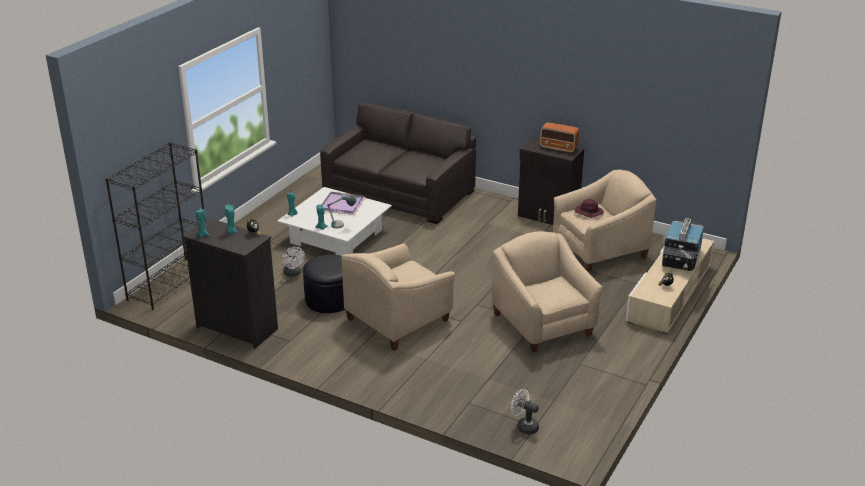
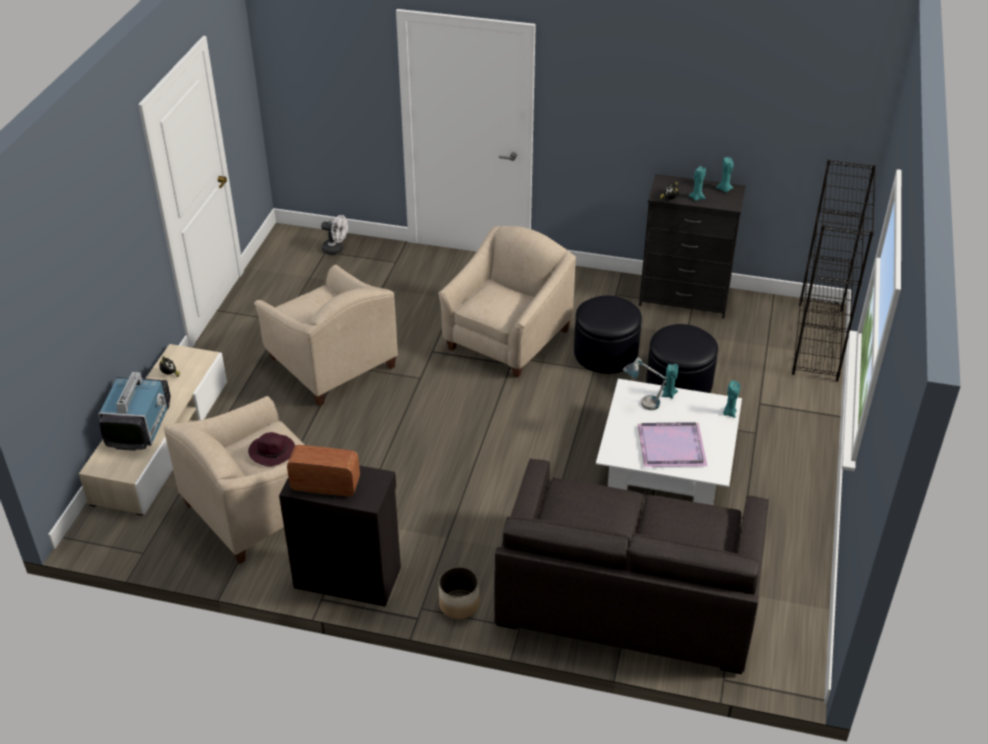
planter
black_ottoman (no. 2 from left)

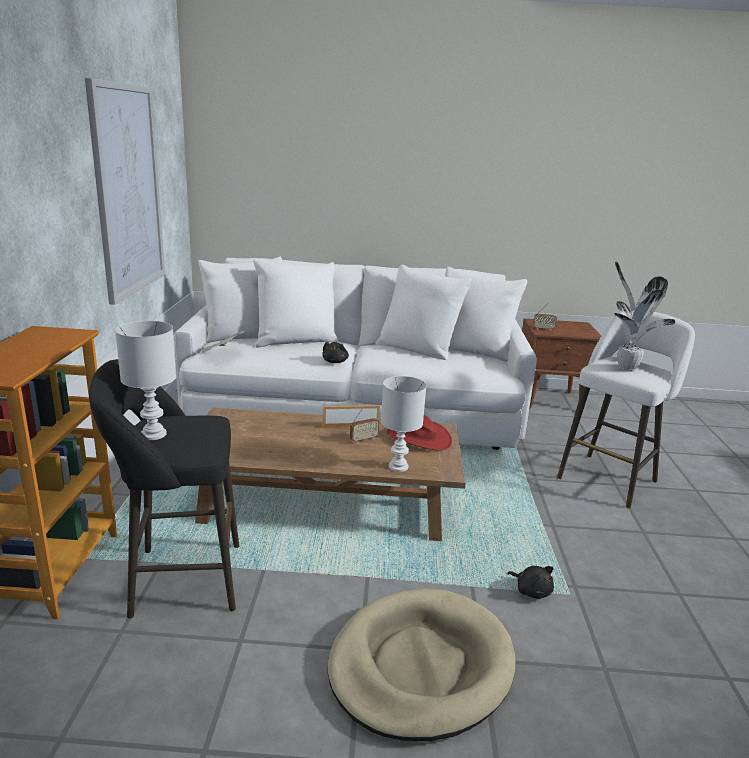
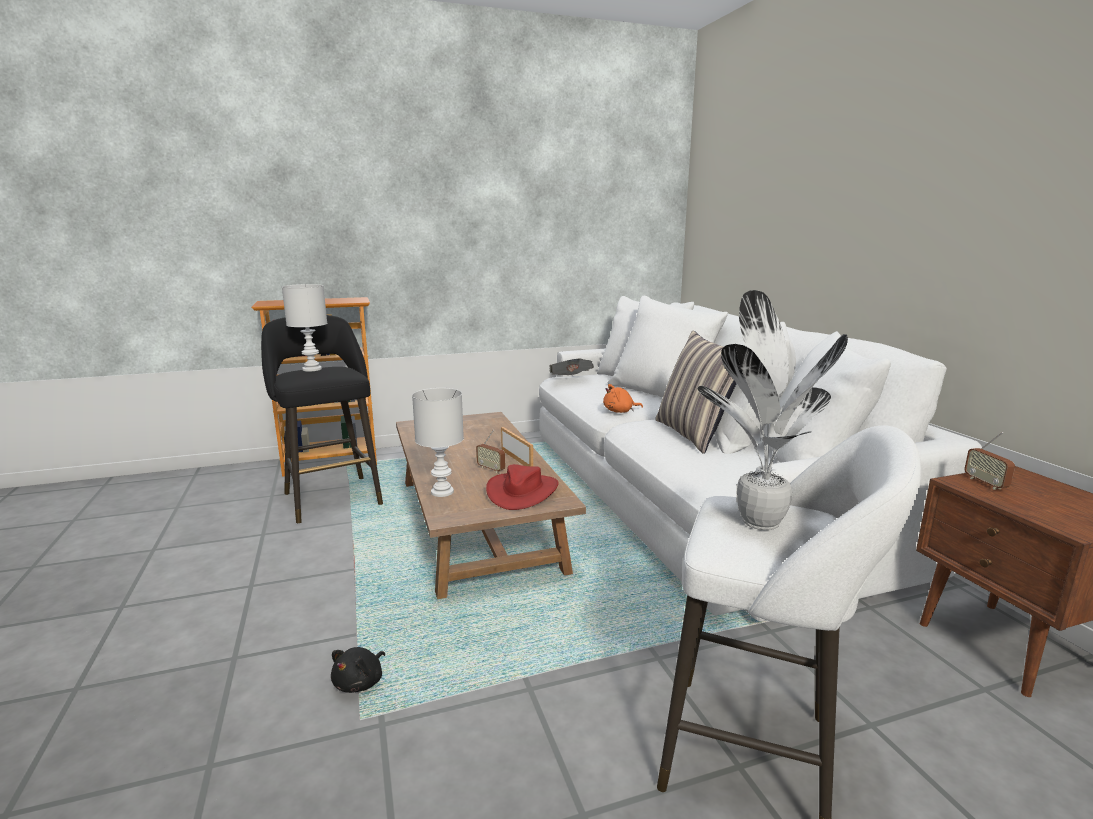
orange_plush_toy
pillow
picture
beige_dog_bed

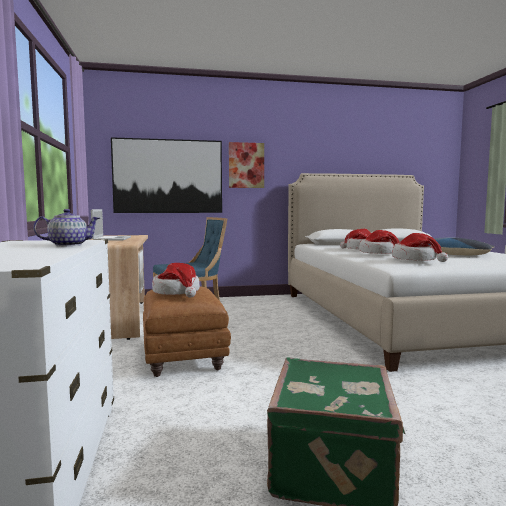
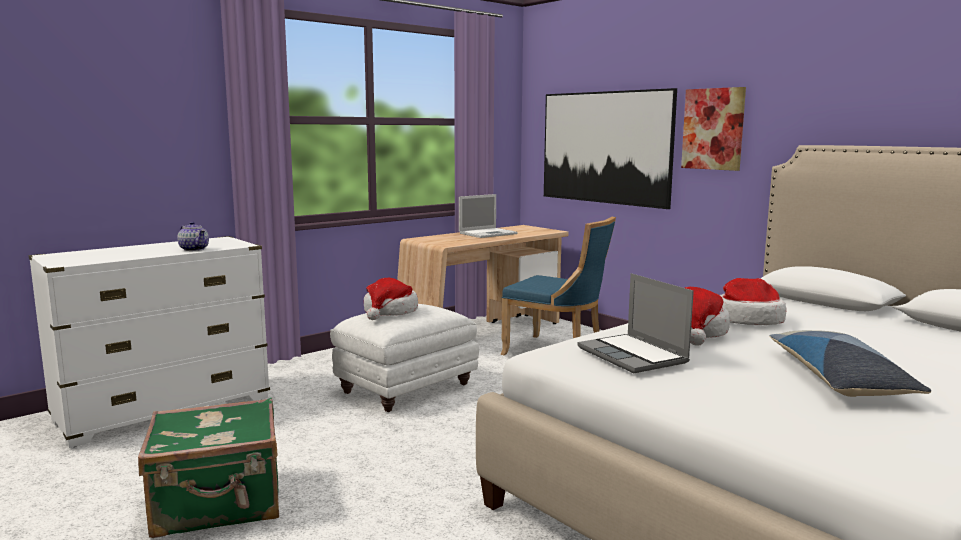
white_ottoman
laptop (no. 2 from left)

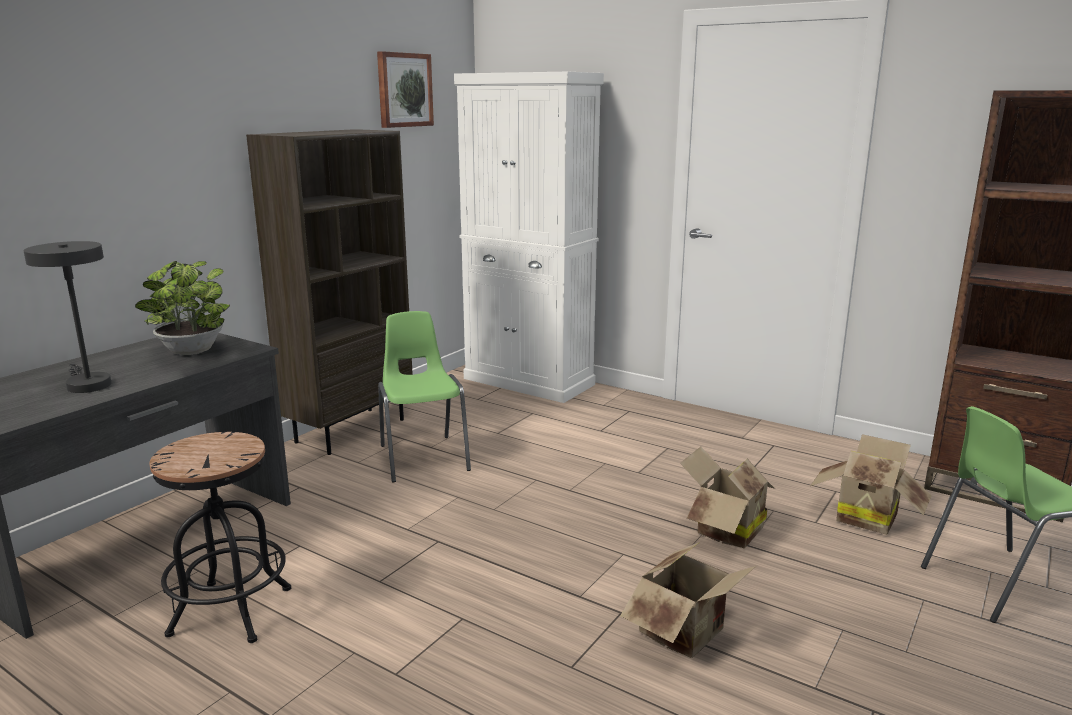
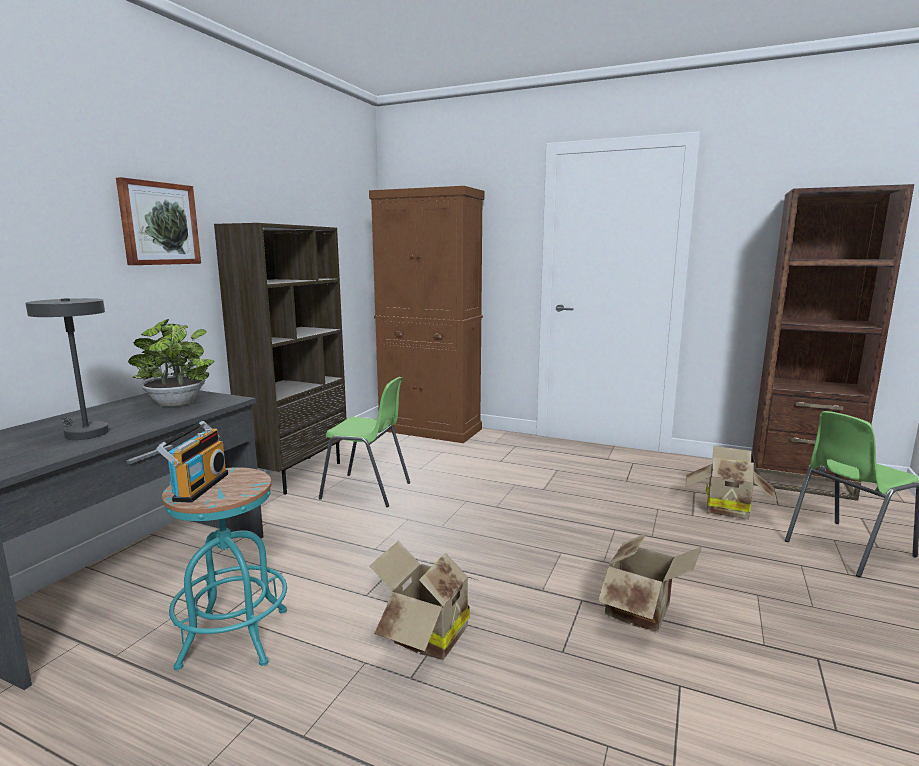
picture
radio
turquoise_stool
green_chair (no. 1 from left)
brown_cabinet
cardboard_box (no. 1 from left)

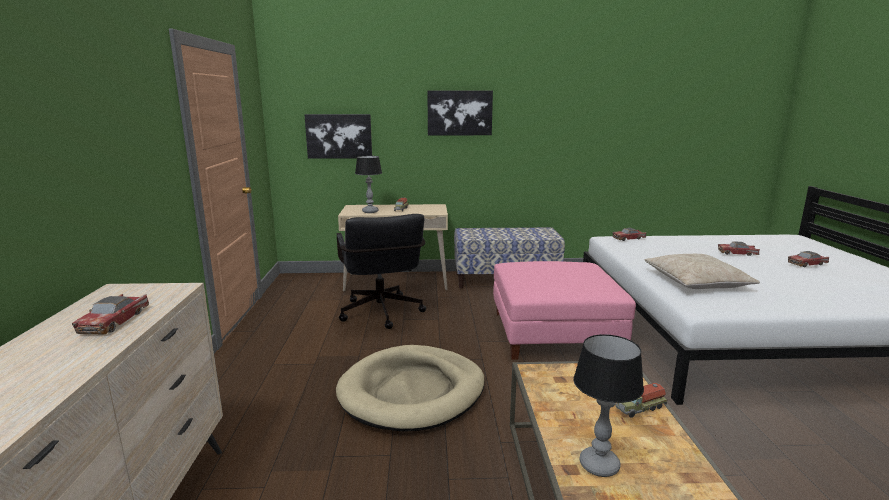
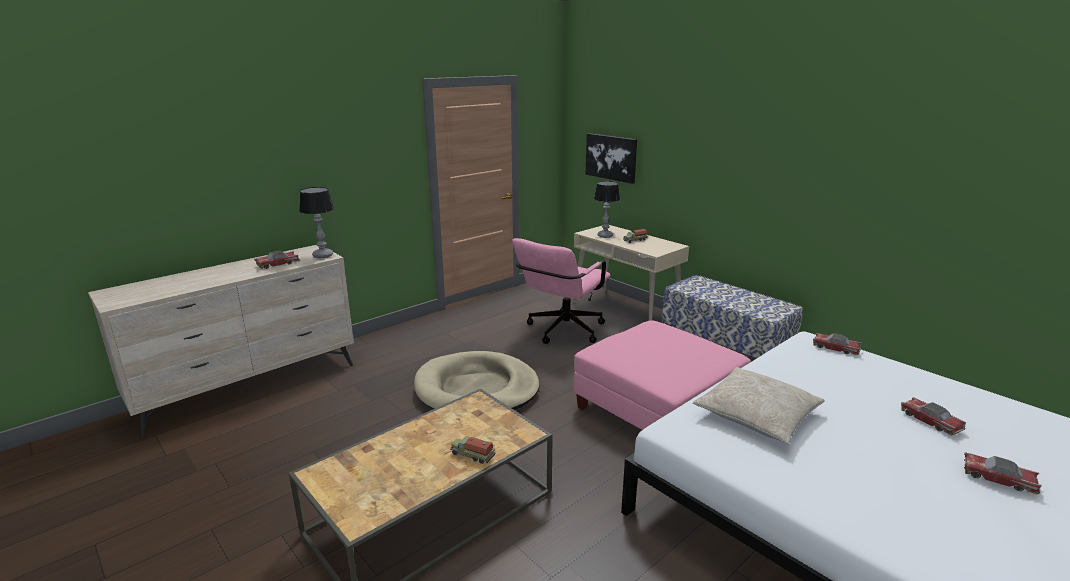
table_lamp (no. 1 from left)
pink_office_chair
picture (no. 2 from left in the first image)

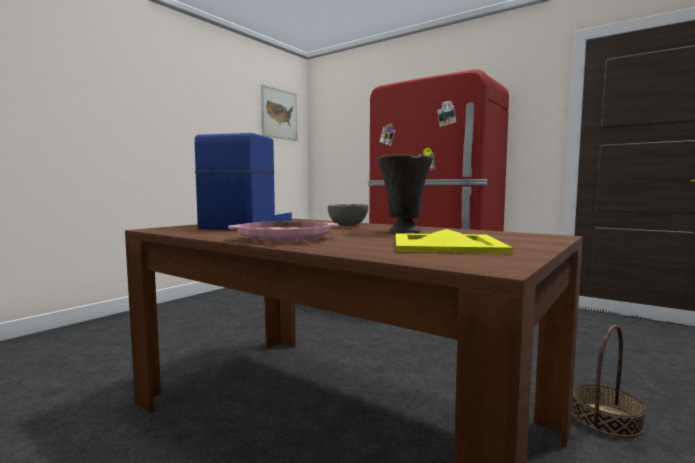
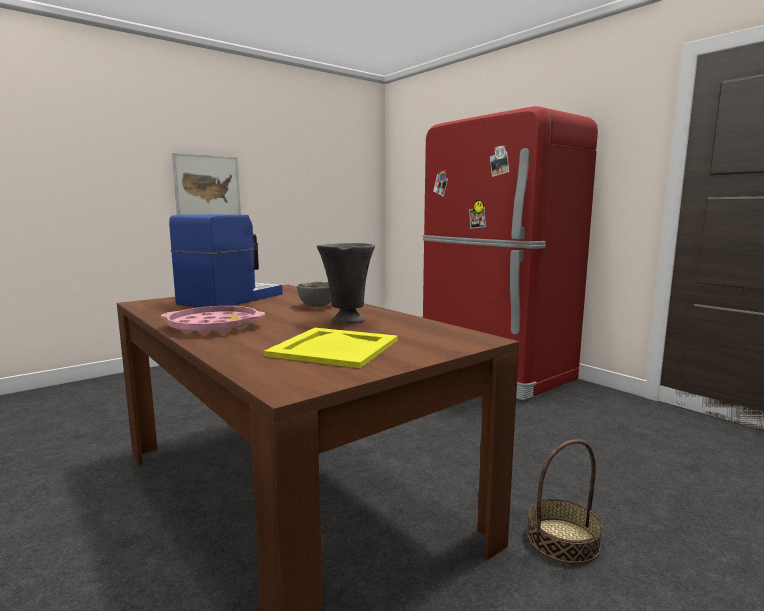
picture

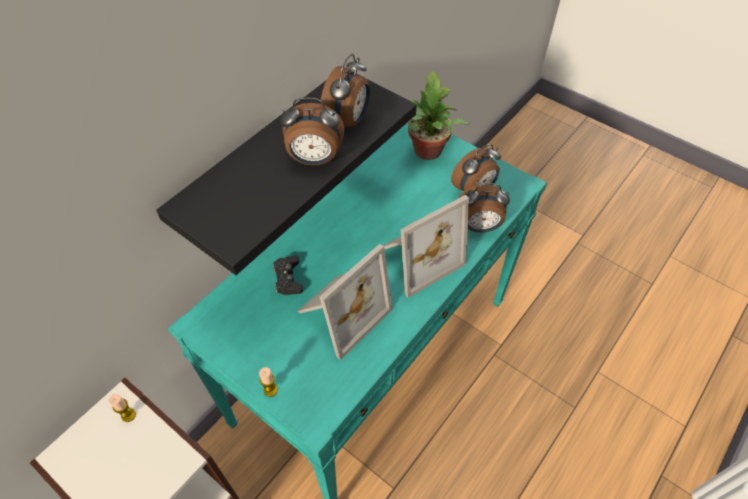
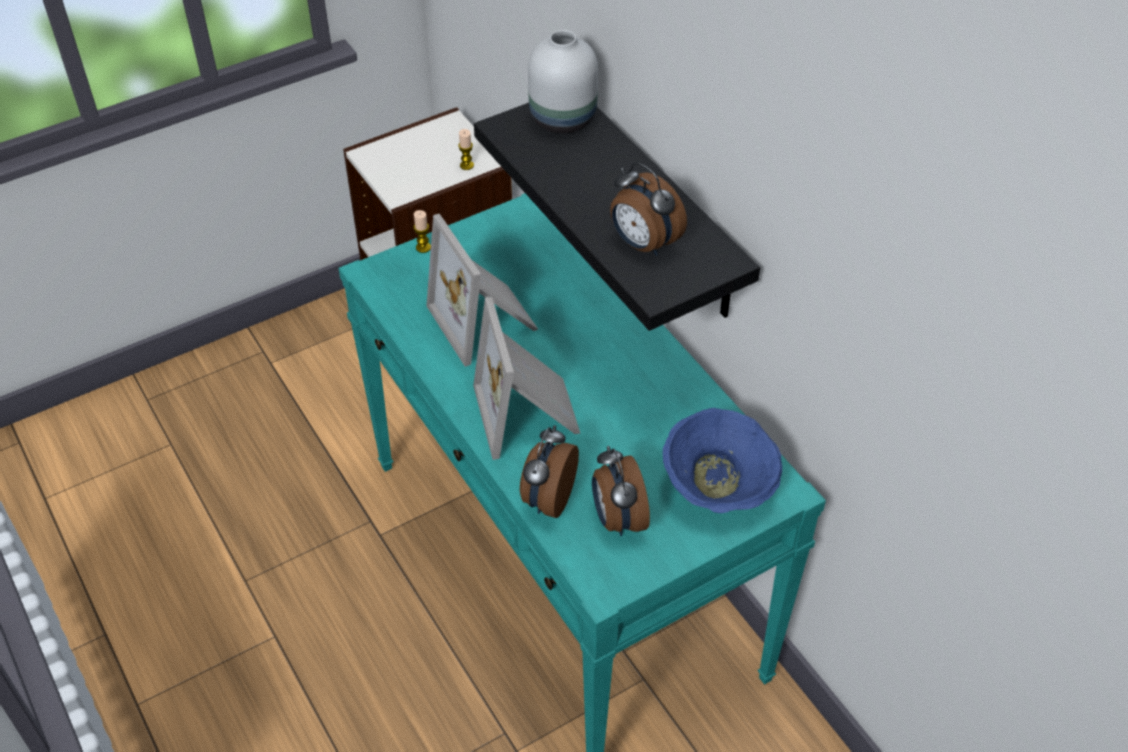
white_vase
blue_bowl
black_game_controller
alarm_clock (no. 1 from left in the first image)

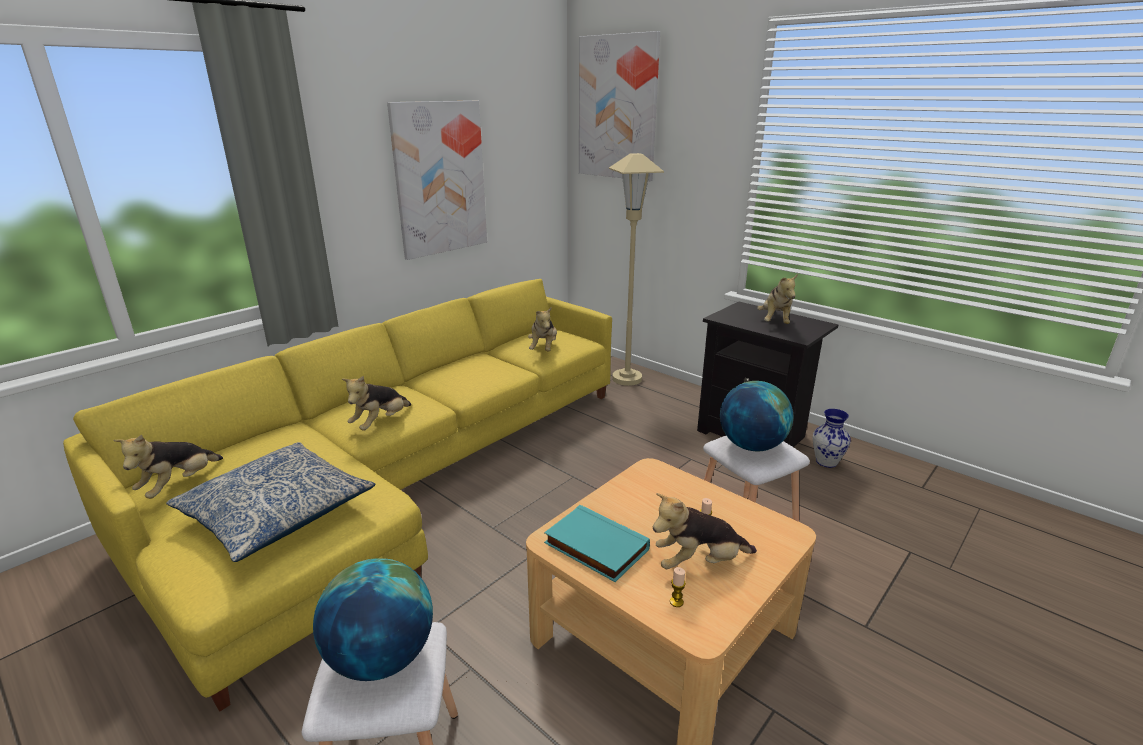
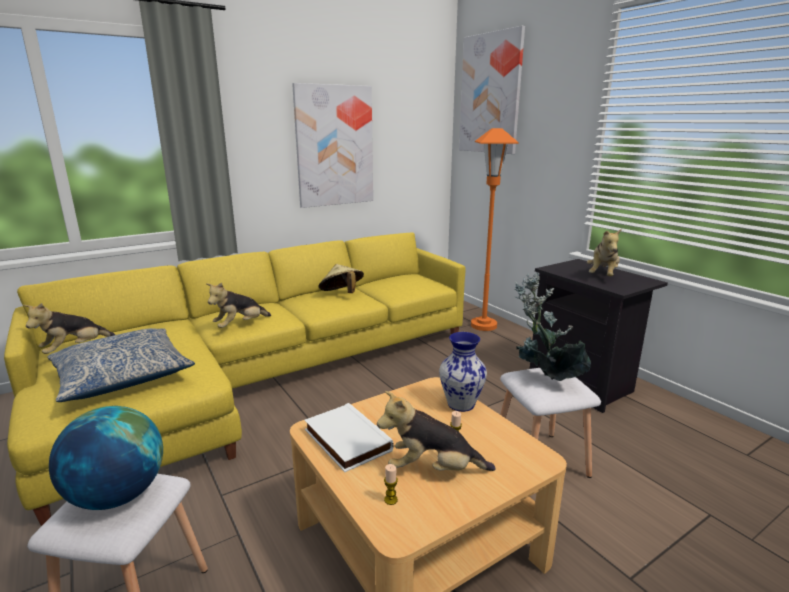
white_book
beige_hat
vase
orange_floor_lamp
potted_plant
plush_toy (no. 3 from left in the first image)

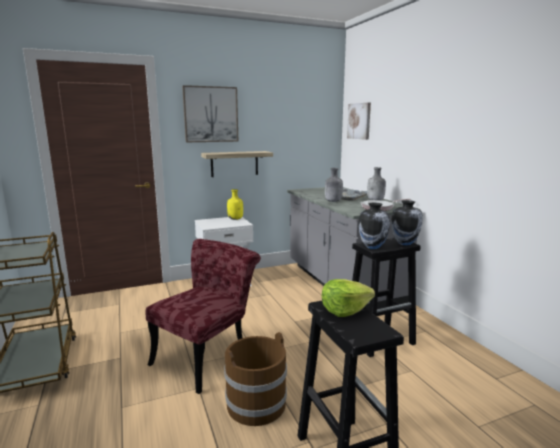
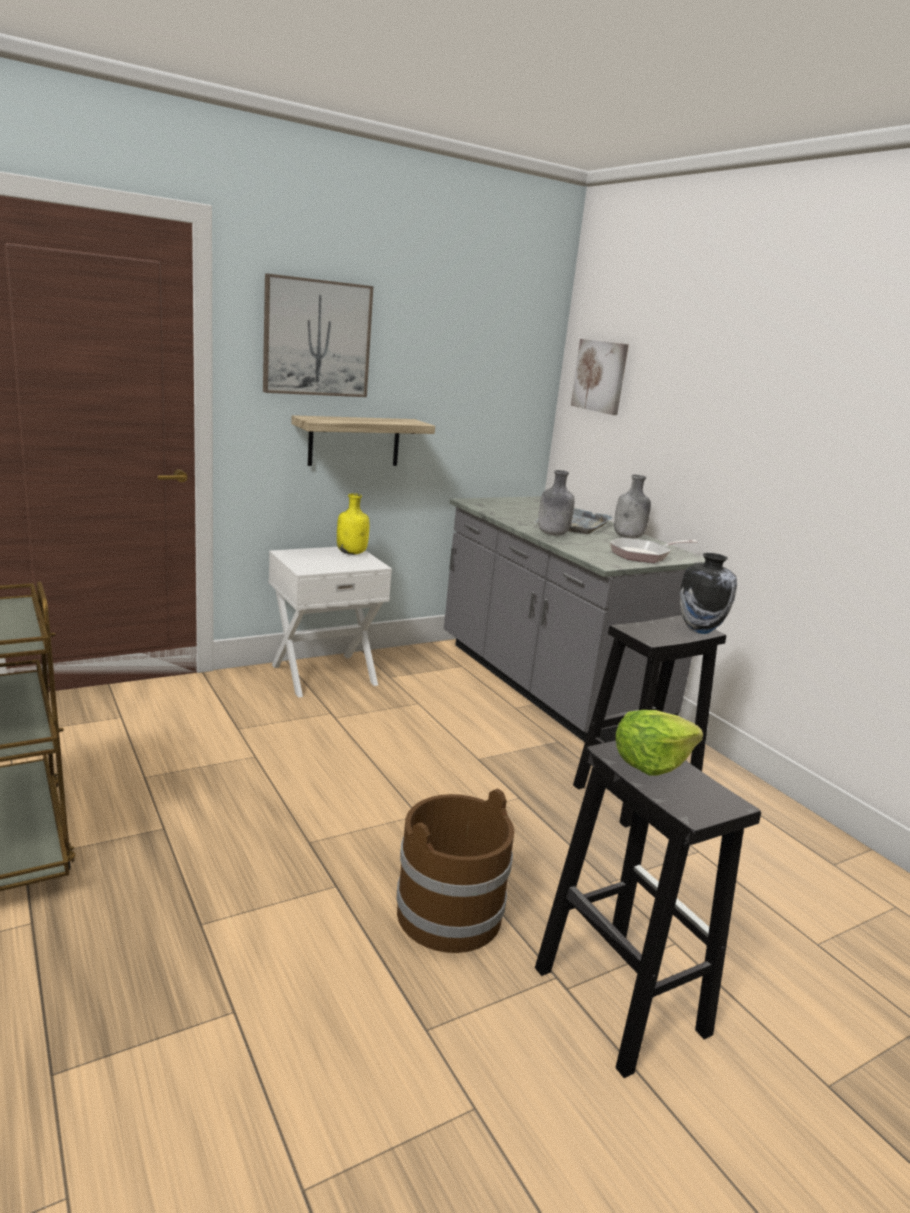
red_chair
vase (no. 1 from left in the first image)

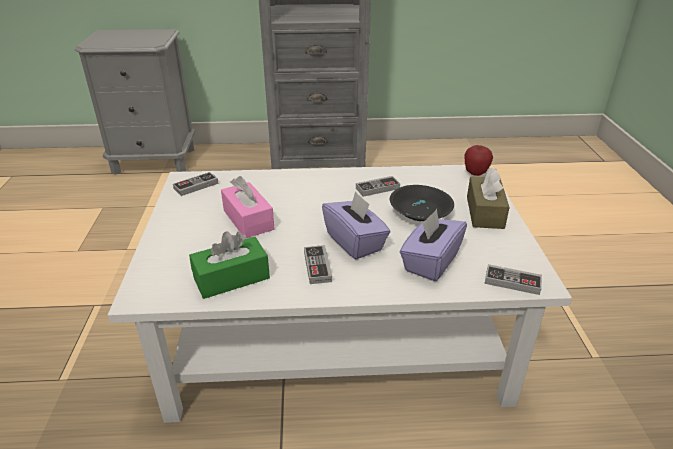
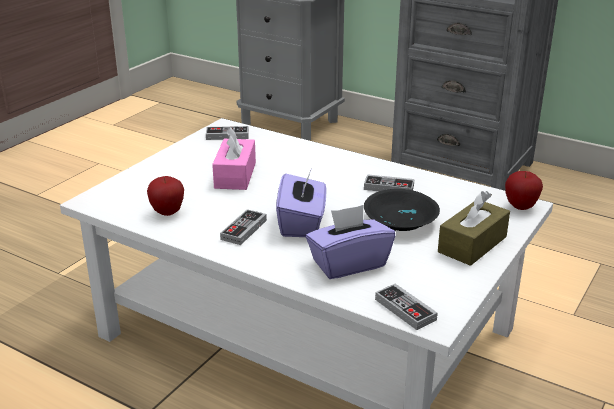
apple (no. 1 from left)

